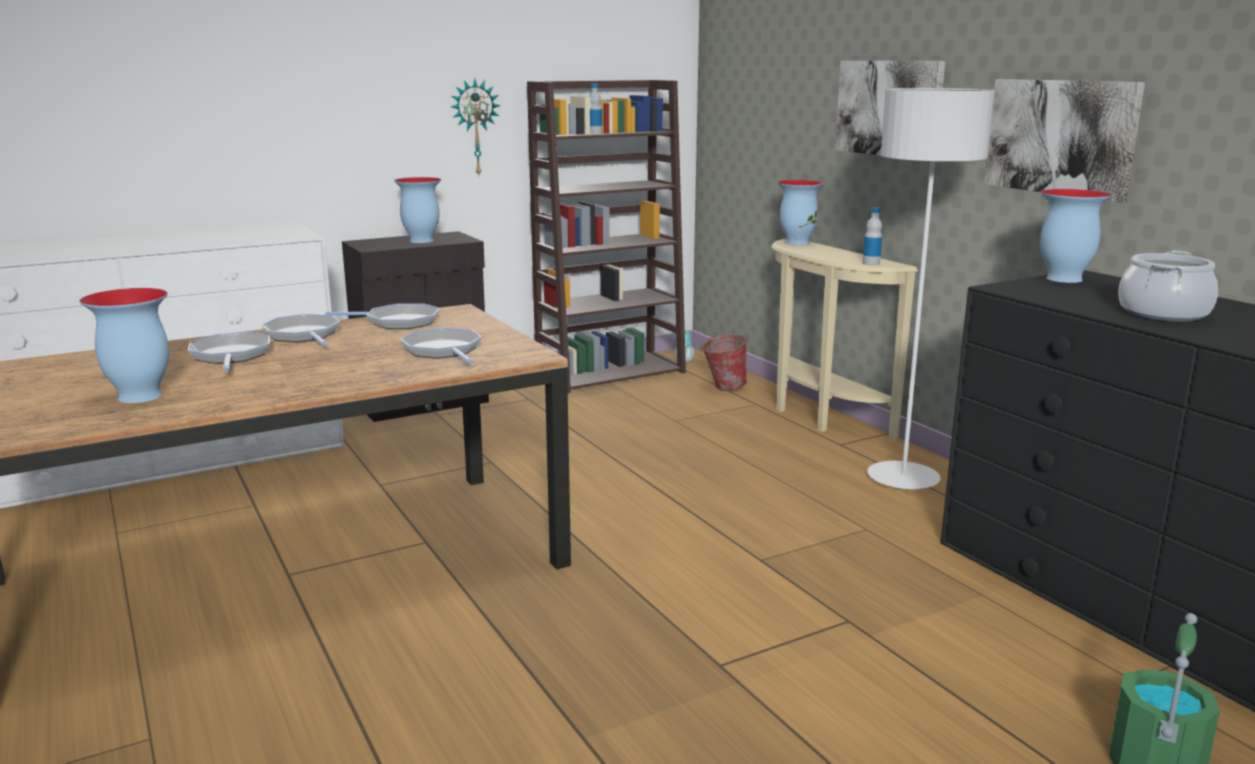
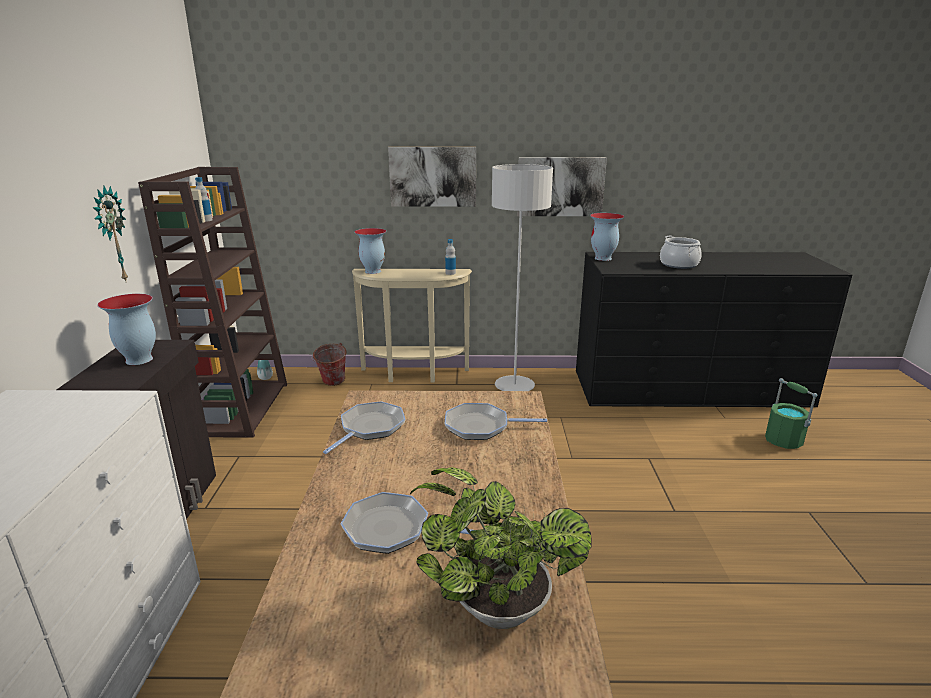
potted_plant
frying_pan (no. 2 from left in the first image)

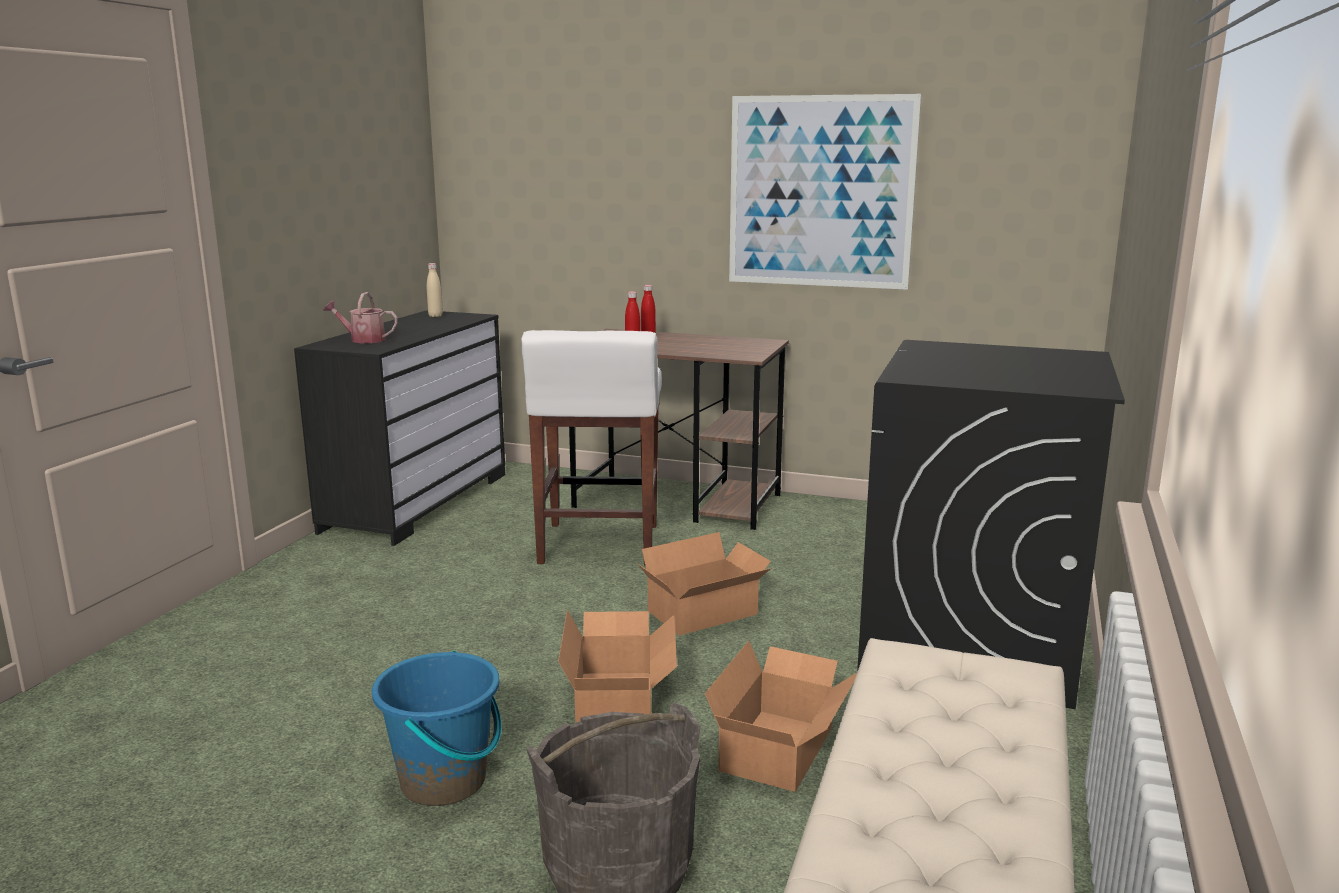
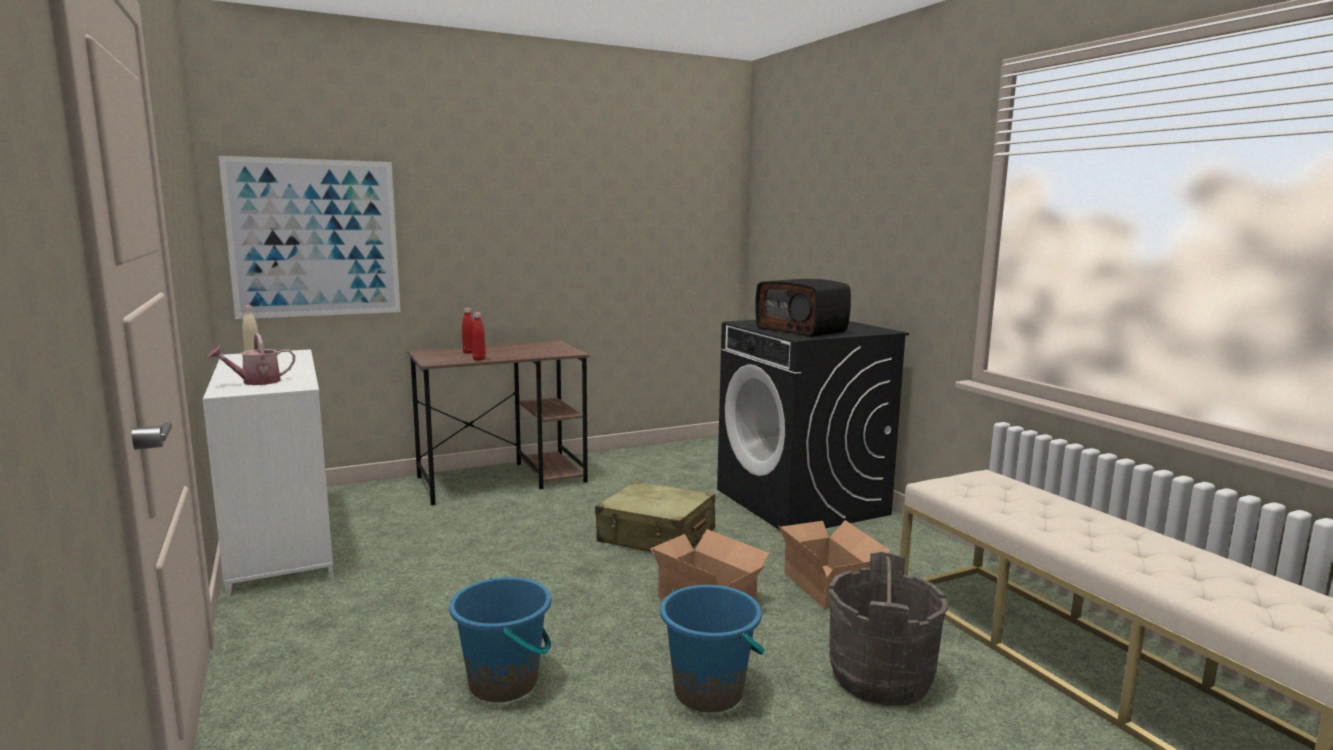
white_dresser
picture
blue_bucket (no. 1 from left)
beige_suitcase
radio
white_stool

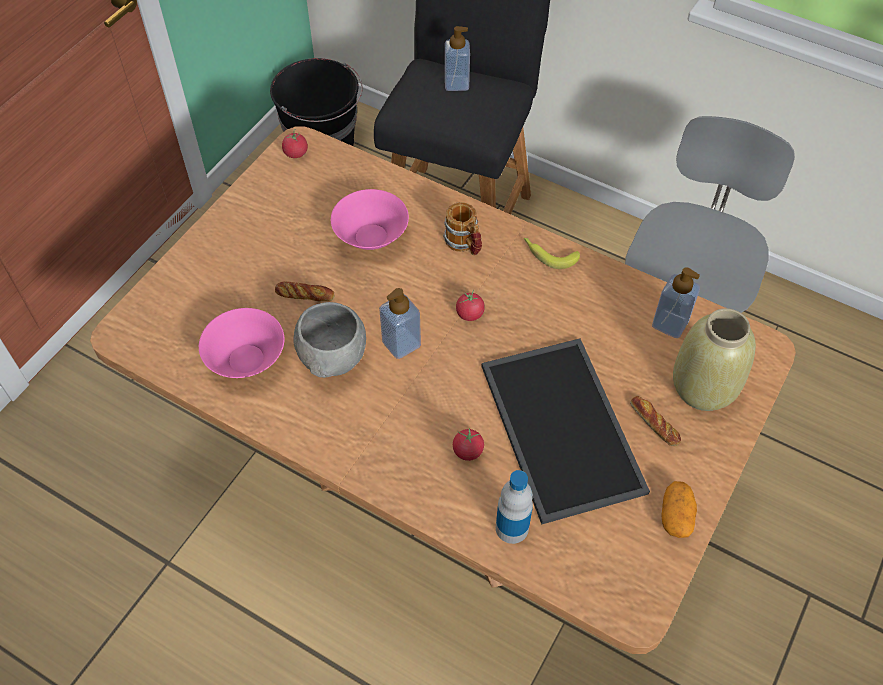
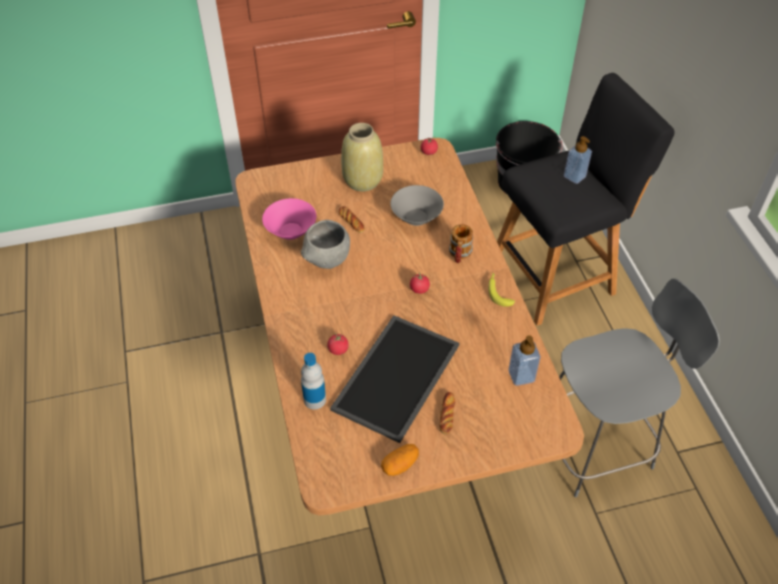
beige_vase
grey_bowl (no. 2 from left)
soap_dispenser (no. 1 from left in the first image)

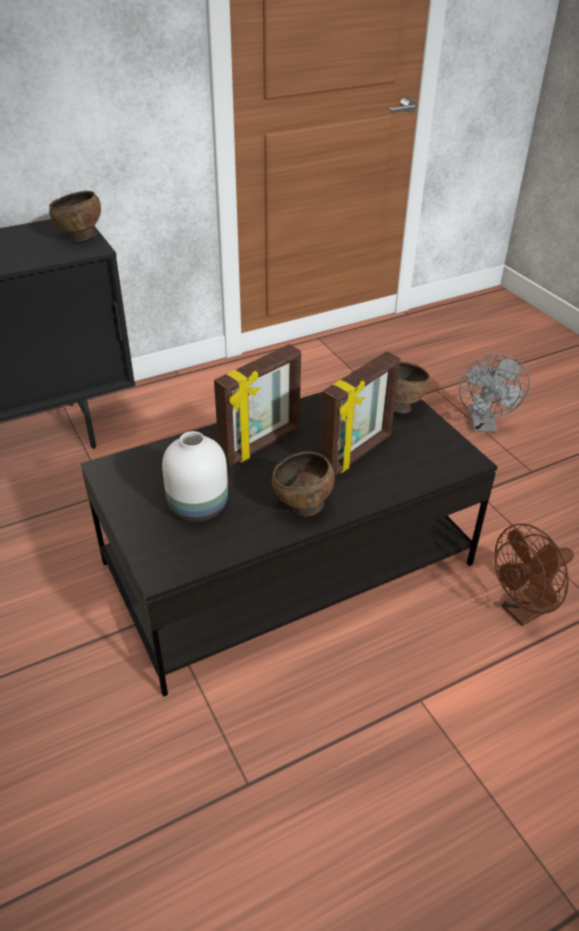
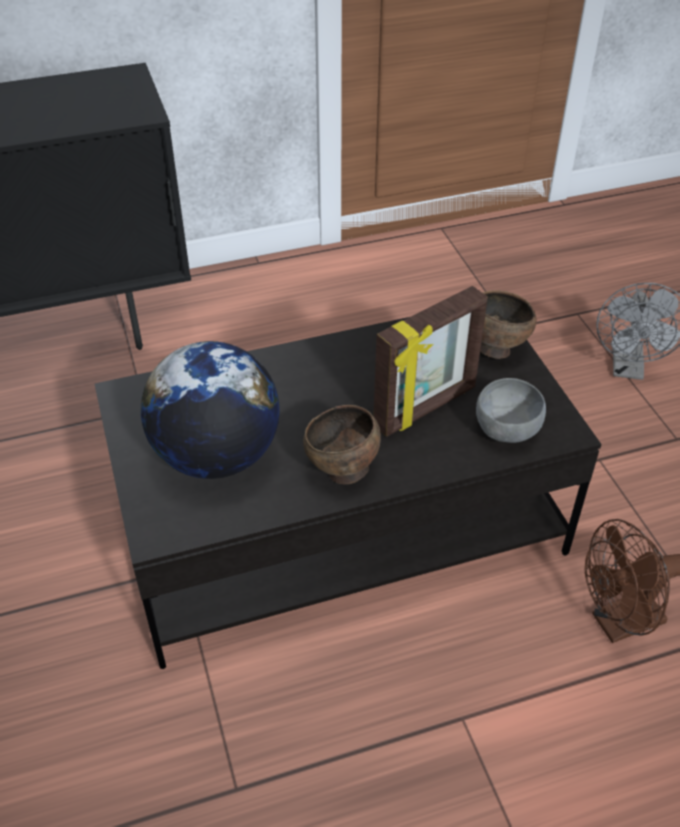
globe
grey_bowl
brown_bowl (no. 1 from left in the first image)
picture_frame (no. 1 from left in the first image)

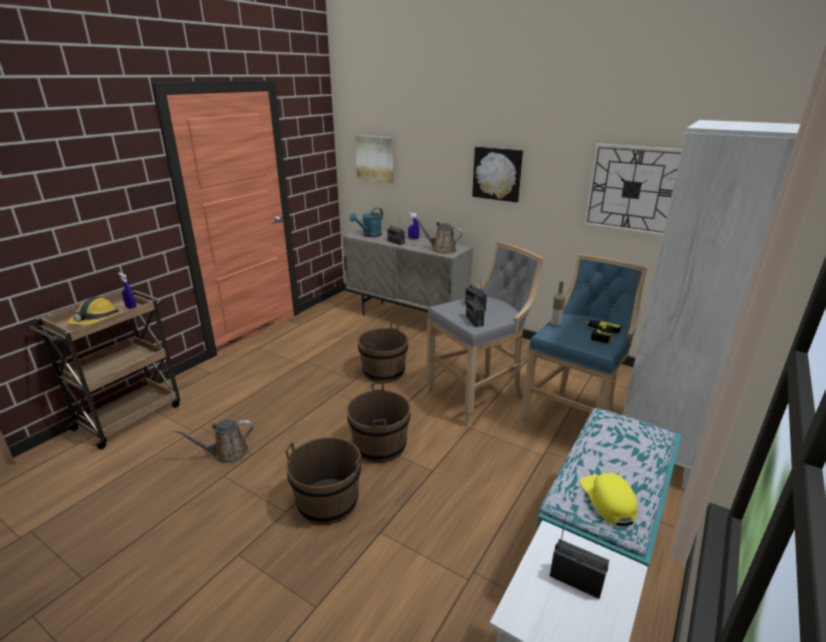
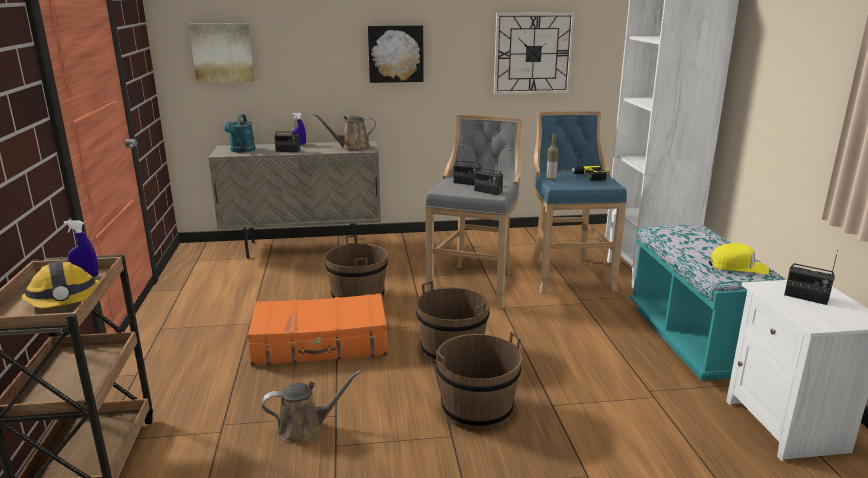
orange_suitcase
brown_watering_can (no. 1 from left)
yellow_cap
radio (no. 4 from left)

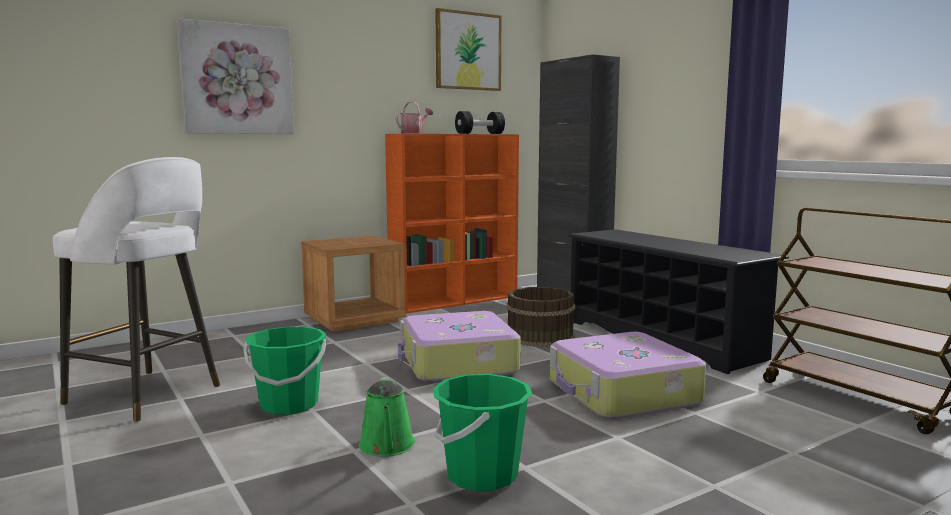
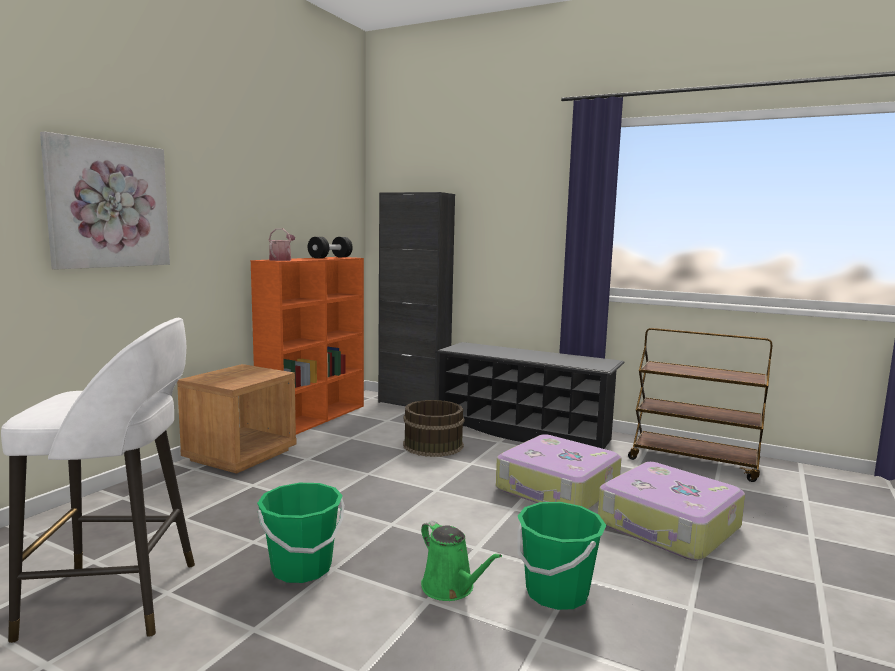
suitcase (no. 2 from left)
picture (no. 2 from left in the first image)

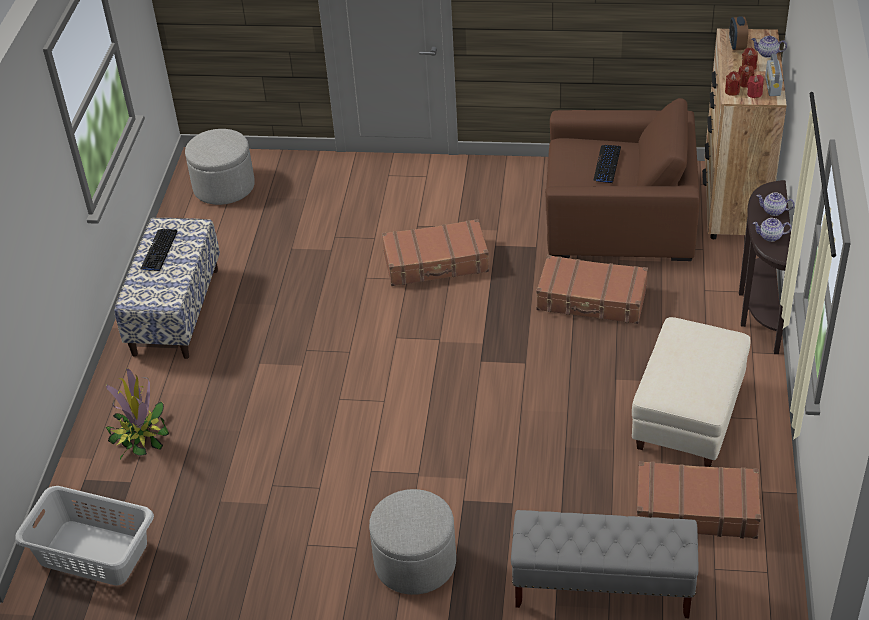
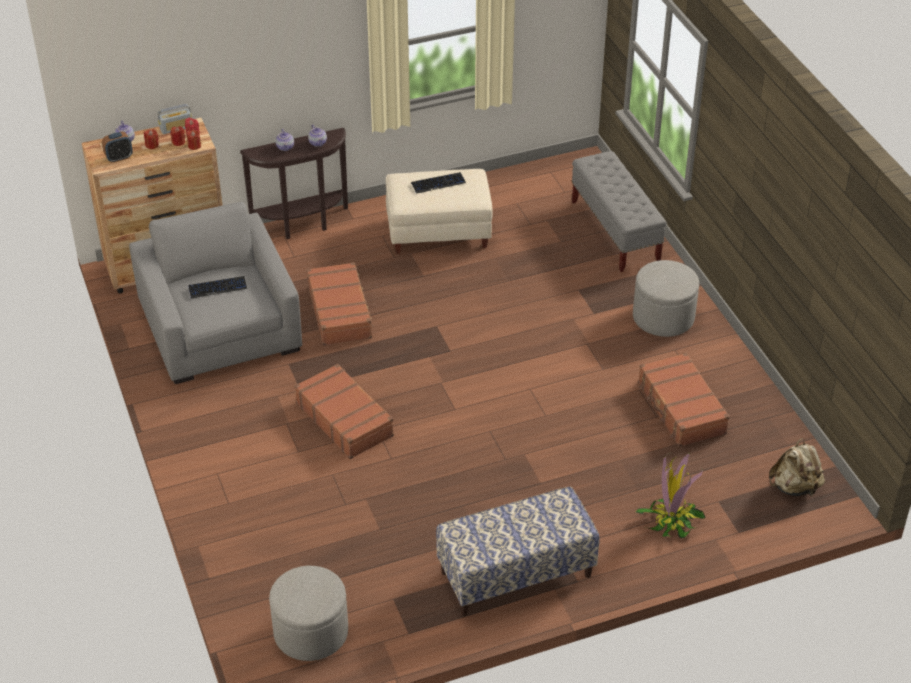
grey_armchair
keyboard (no. 2 from left)
brown_suitcase (no. 3 from left)
beige_backpack

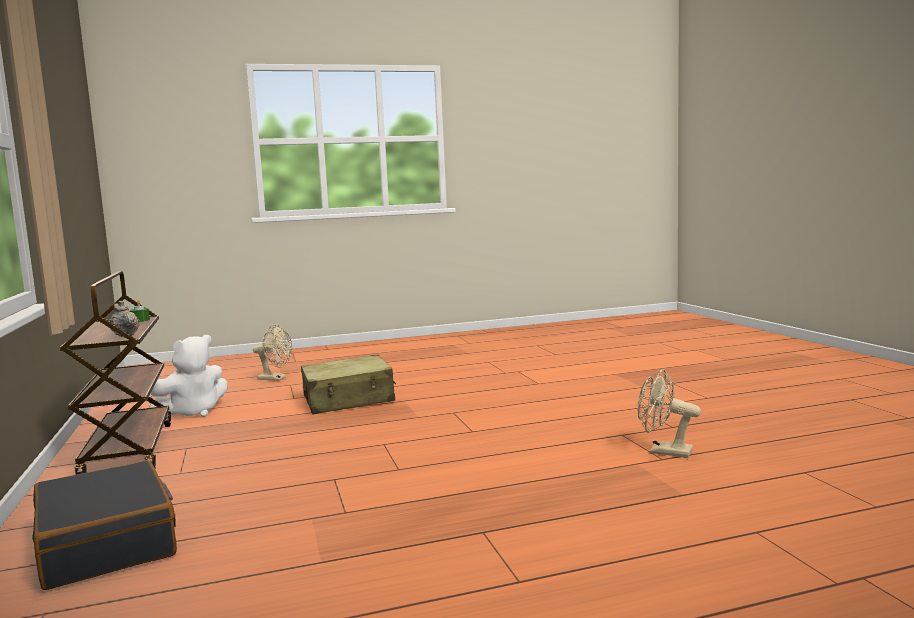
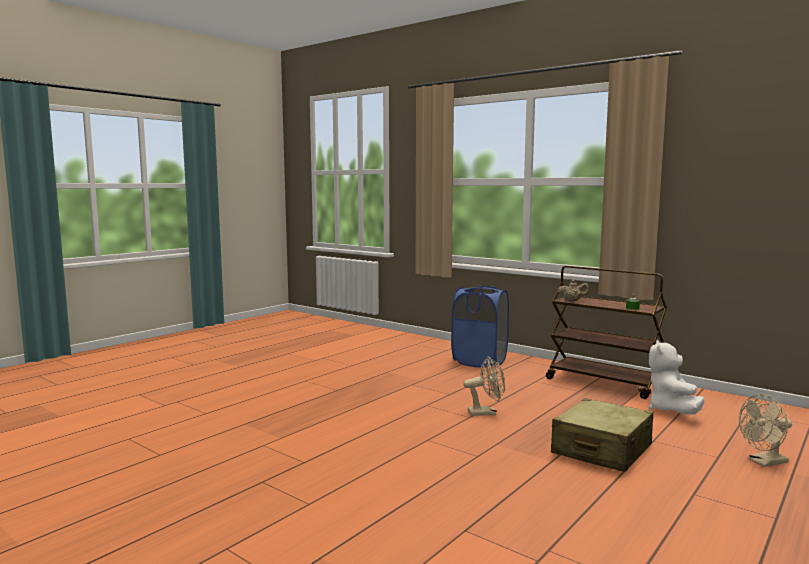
blue_laundry_basket
beige_fan (no. 1 from left)

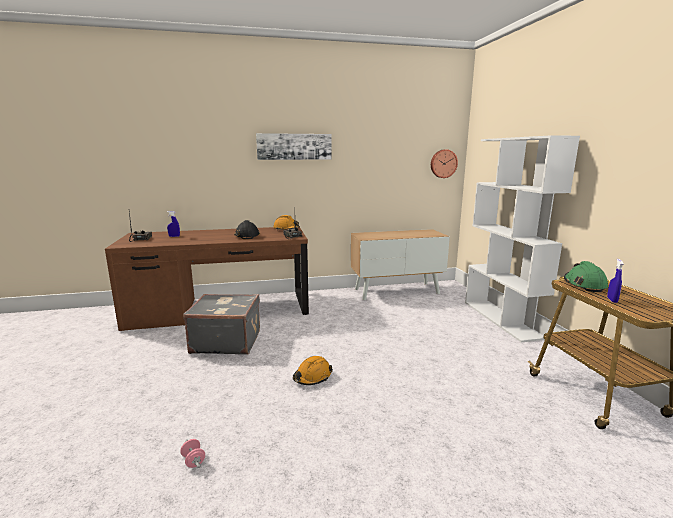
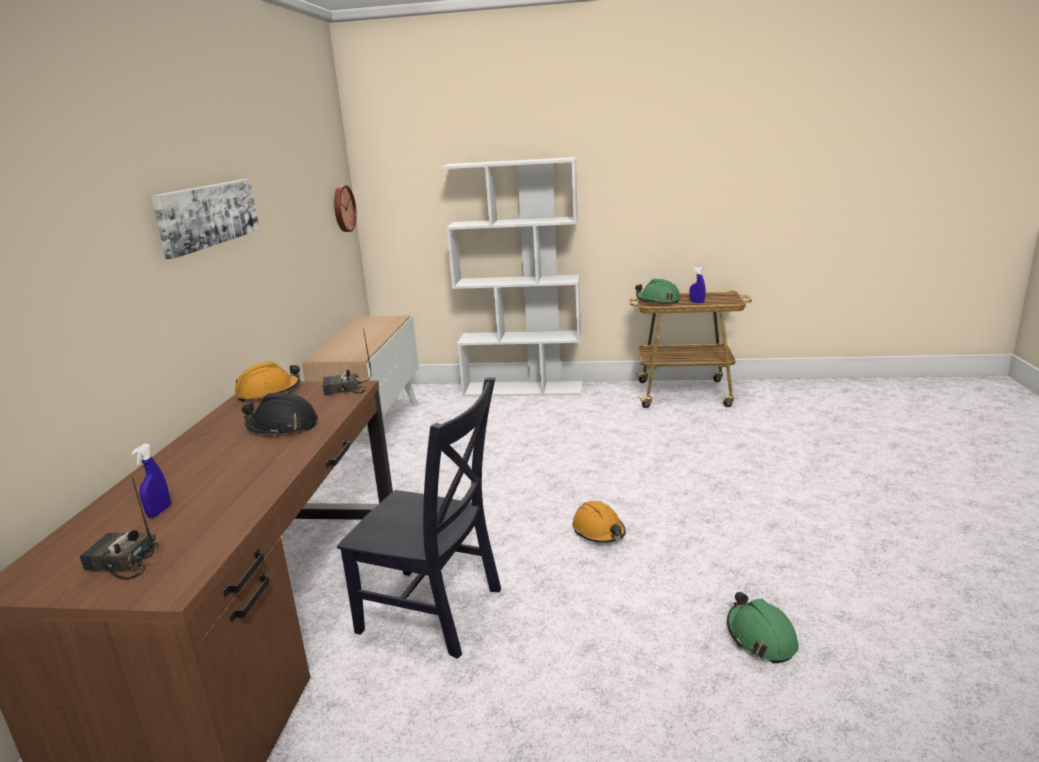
black_chair
green_hard_hat (no. 2 from left)

